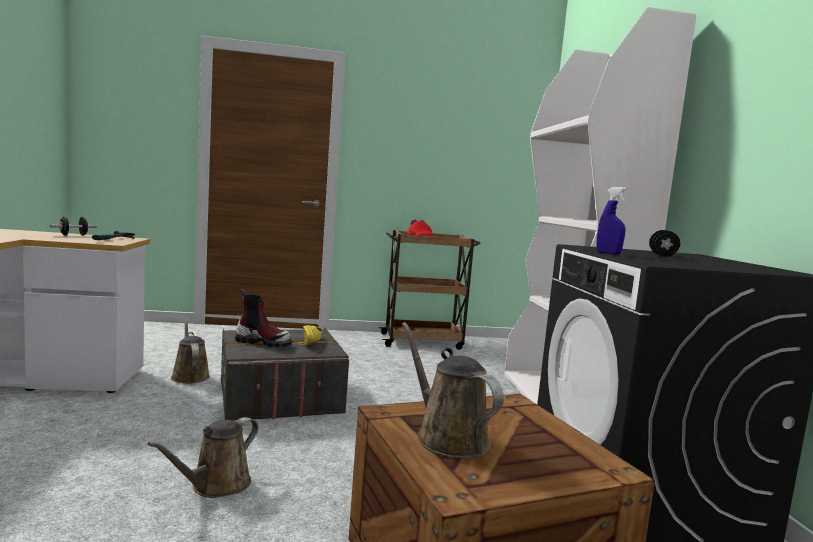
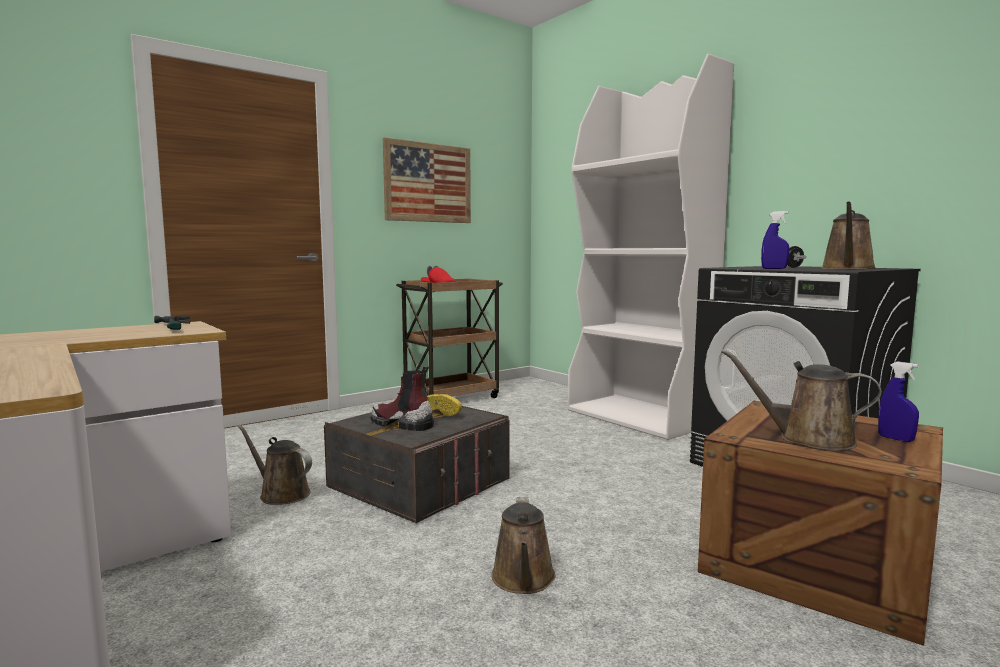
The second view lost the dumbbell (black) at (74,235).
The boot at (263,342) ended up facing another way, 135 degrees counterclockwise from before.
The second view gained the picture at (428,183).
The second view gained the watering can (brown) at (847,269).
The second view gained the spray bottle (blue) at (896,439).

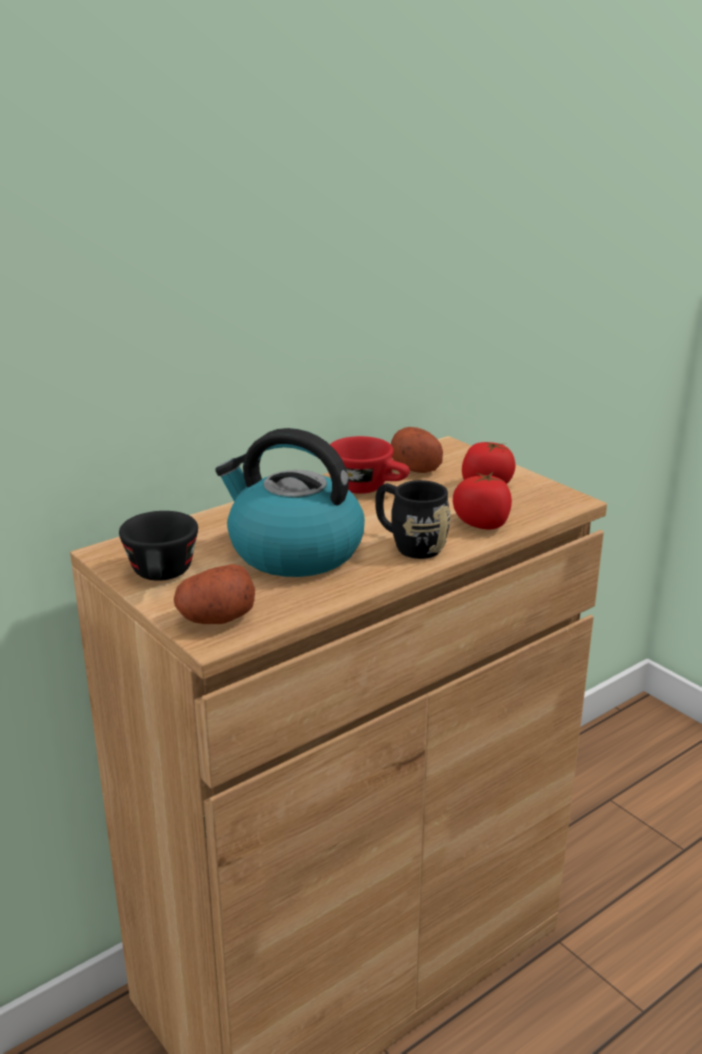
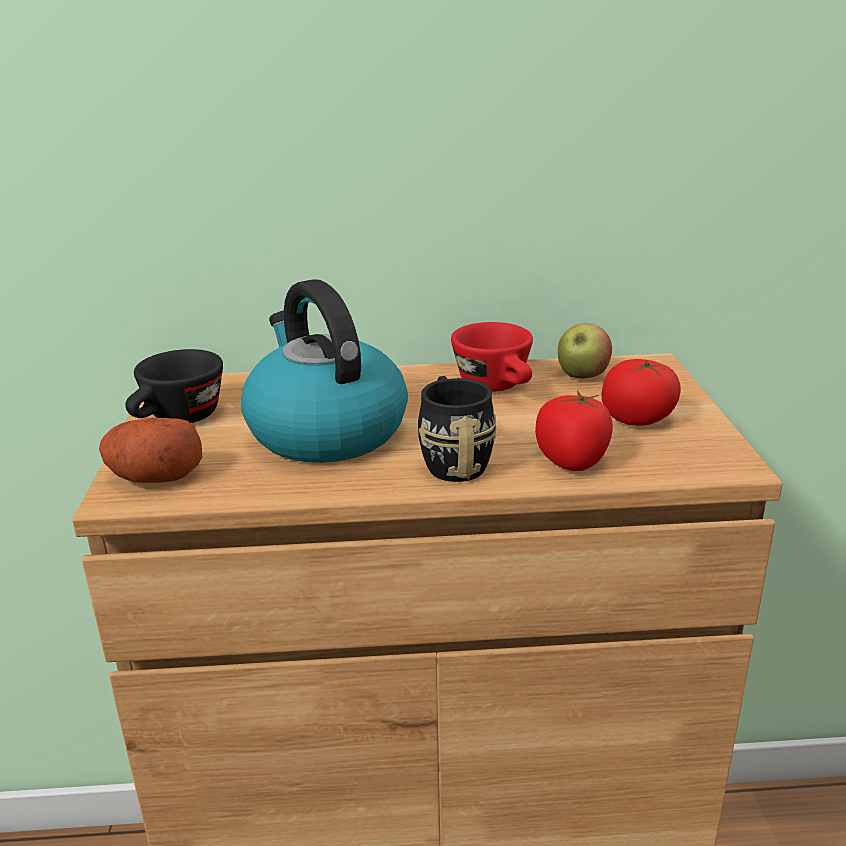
Where the potato stood at (414,466), the apple came to stand at (582,376).

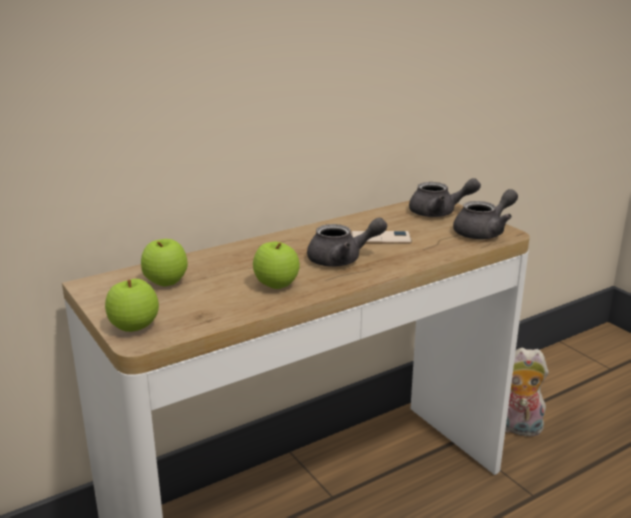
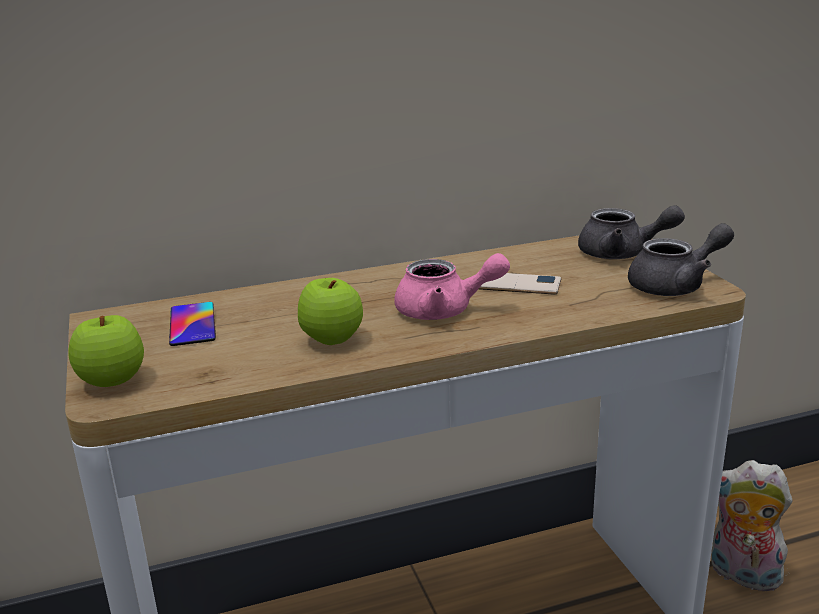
Where the apple stood at (166,283), the phone came to stand at (192,324).
What was the teapot (grey) at (342,259) turned into the teapot (pink) at (444,311).

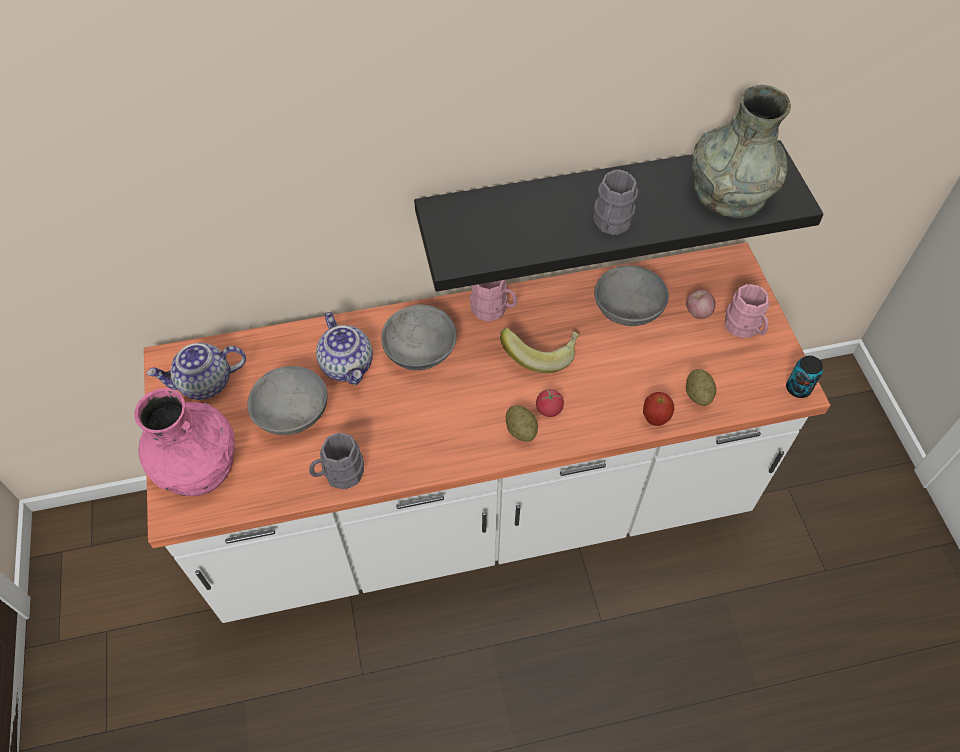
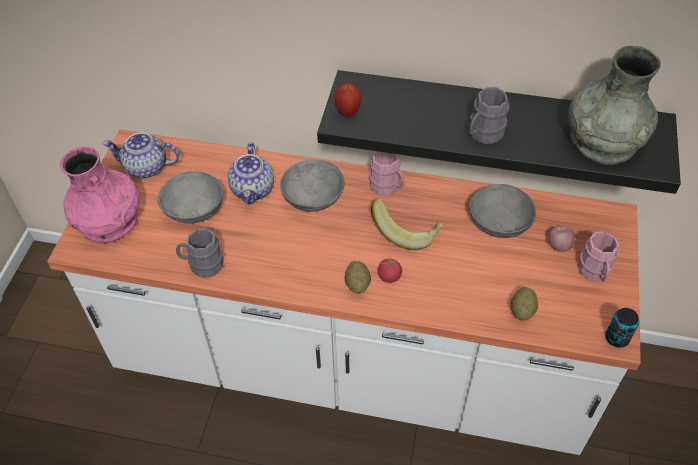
The apple ended up elsewhere, having gone from (655,419) to (348,113).

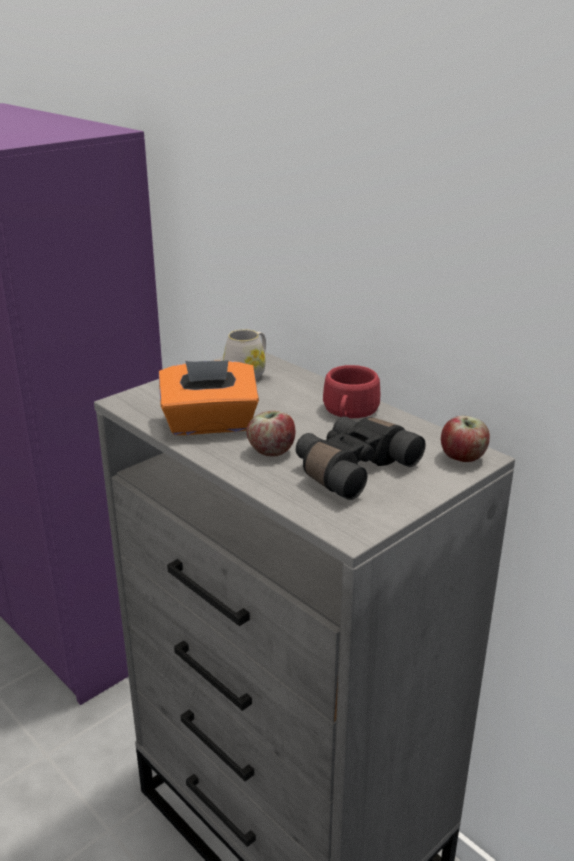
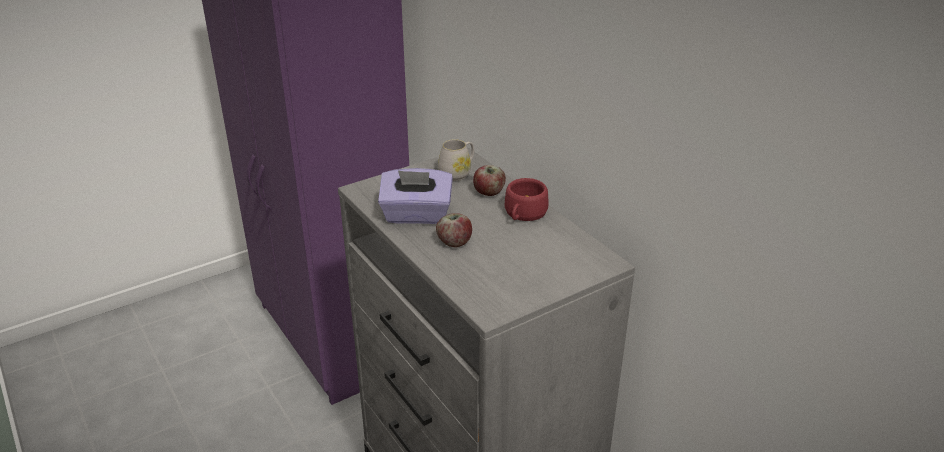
What was the tissue box (orange) at (210,424) turned into the tissue box (purple) at (416,215).
The second view lost the binoculars (black) at (352,468).
The apple ended up elsewhere, having gone from (463,458) to (489,193).

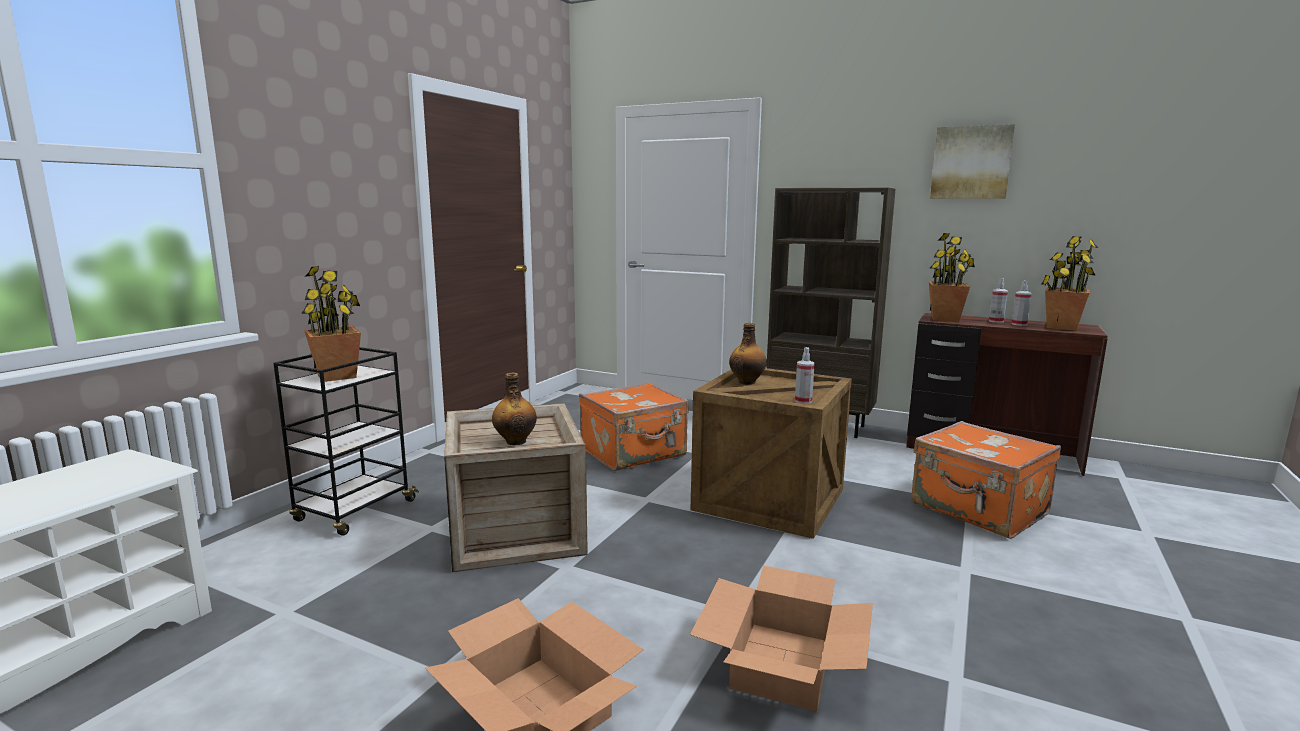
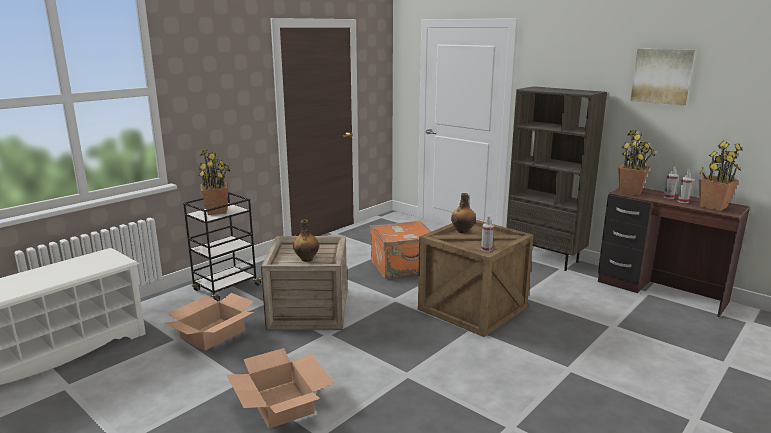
The cardboard box ended up elsewhere, having gone from (781,664) to (212,334).
The second view lost the suitcase (orange) at (978,510).

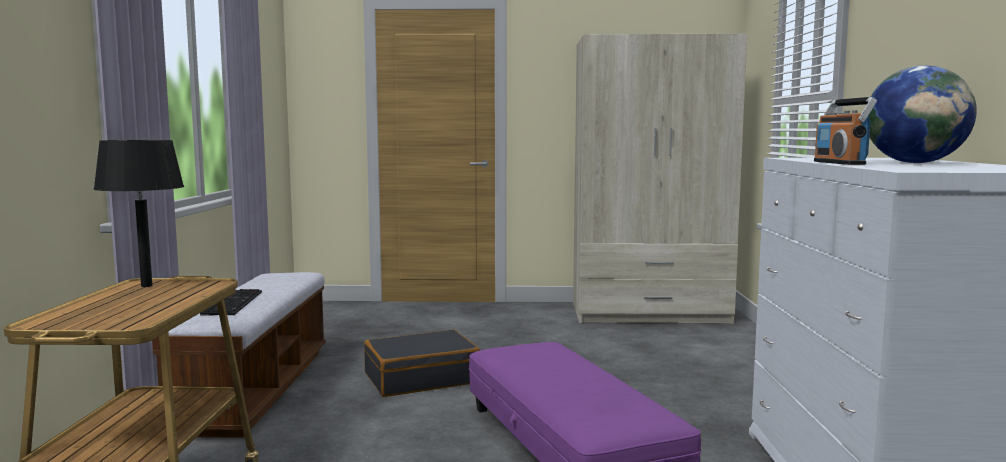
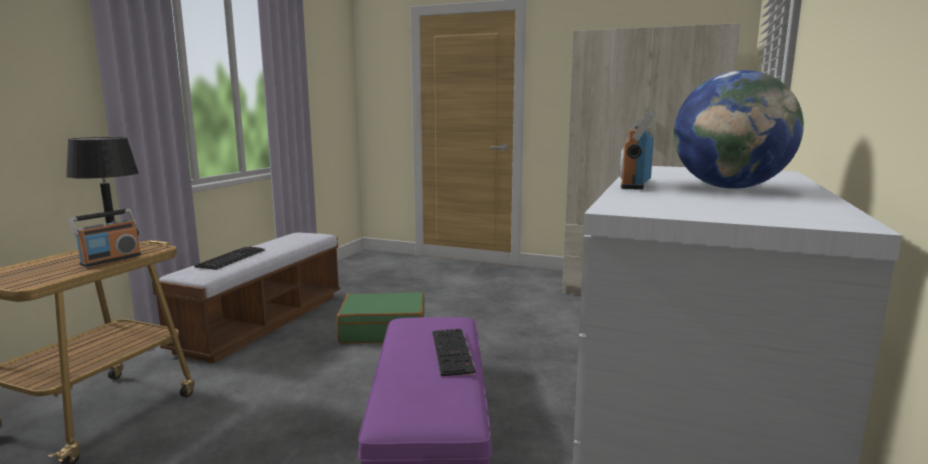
What was the suitcase (black) at (421,378) turned into the suitcase (green) at (383,330).
The second view gained the radio at (110,259).
The second view gained the keyboard at (453,352).

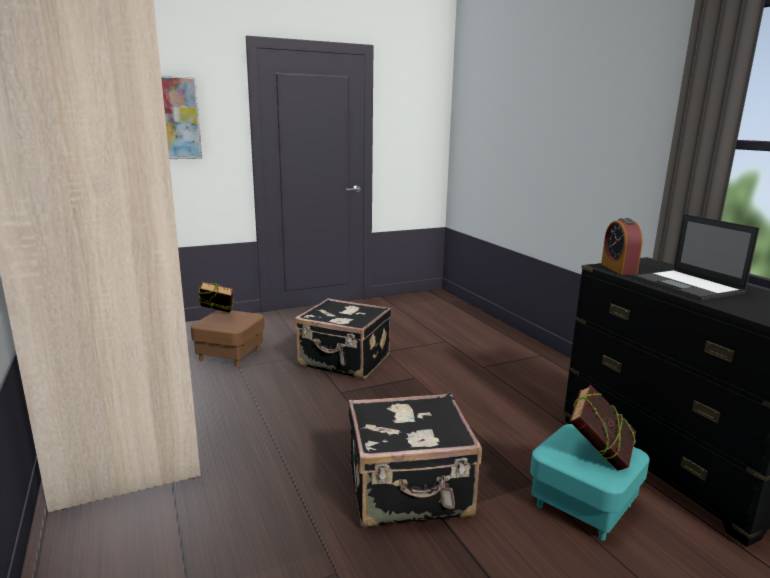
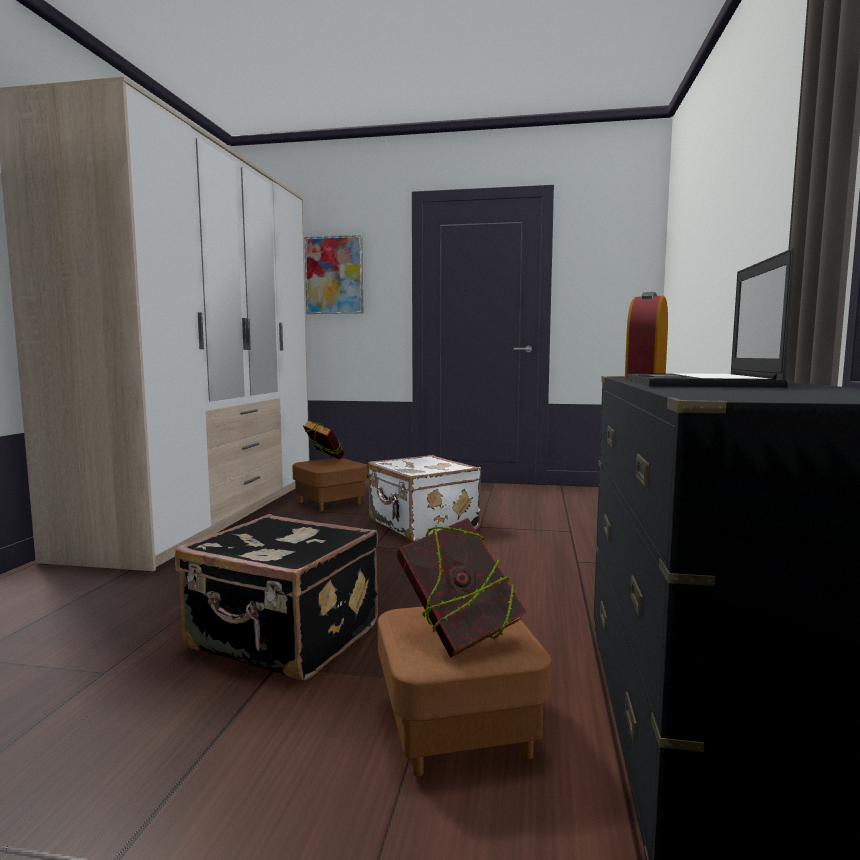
What was the suitcase (black) at (344,361) turned into the suitcase (white) at (422,526).
What was the ottoman (turquoise) at (583,505) turned into the ottoman (brown) at (458,728).

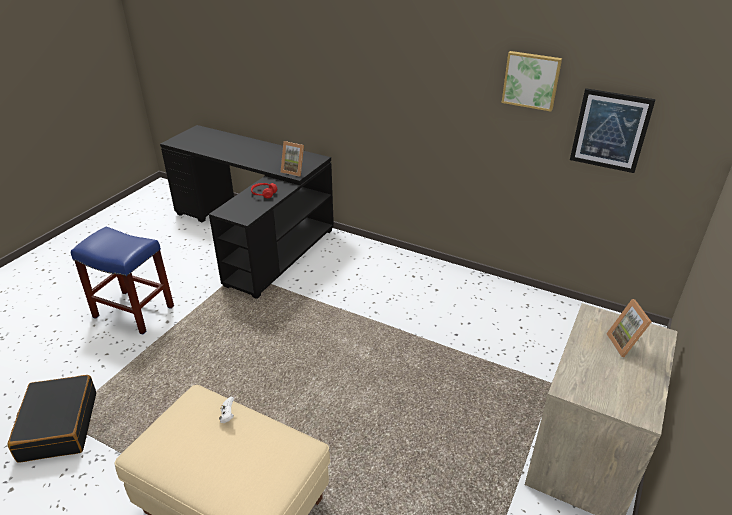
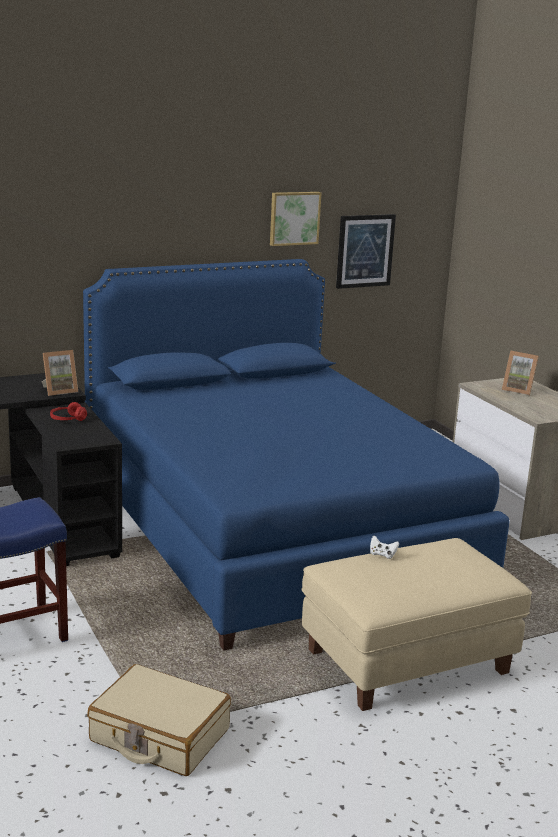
What was the suitcase (black) at (58,426) turned into the suitcase (beige) at (159,735).
The second view gained the bed (blue) at (272,530).

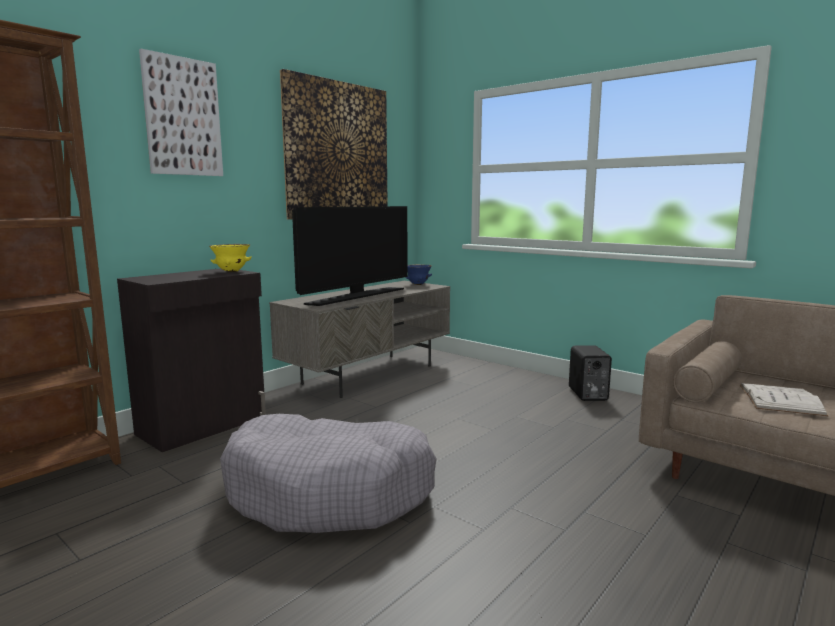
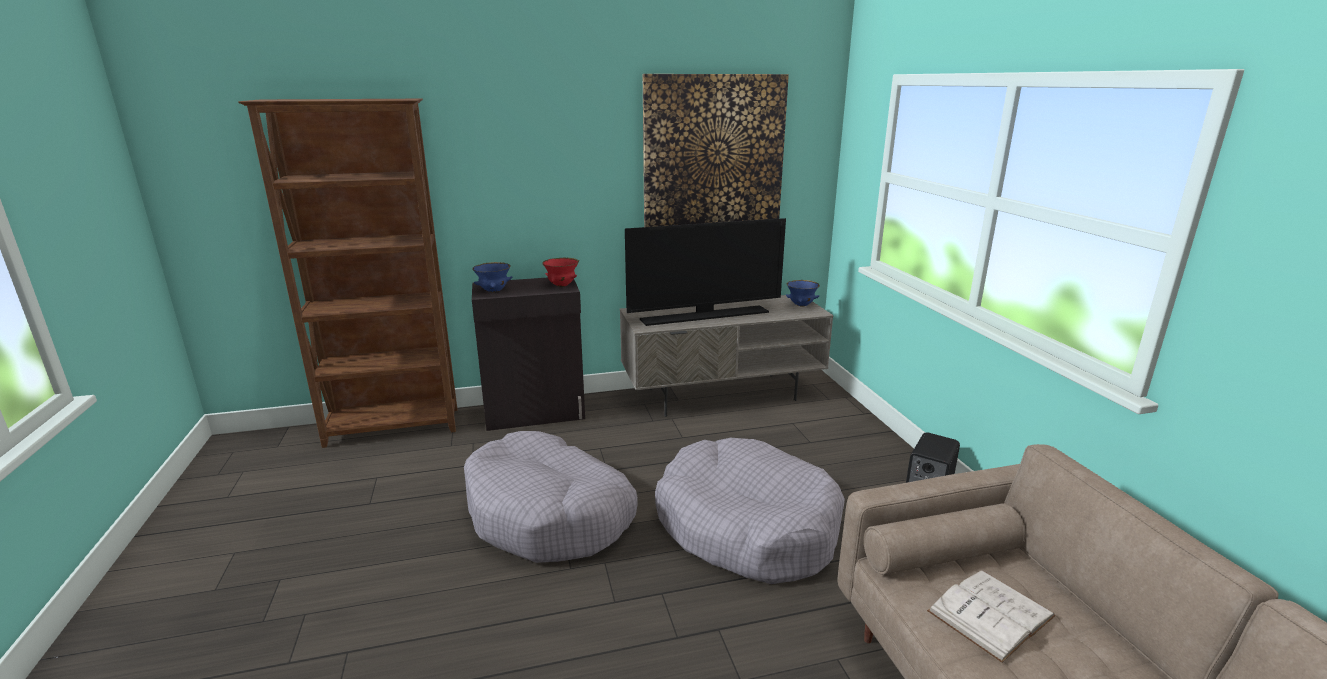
The second view lost the picture at (183,117).
What was the bowl (yellow) at (232,271) turned into the bowl (red) at (562,285).
The second view gained the bowl (blue) at (494,291).
The second view gained the dog bed (grey) at (746,526).

